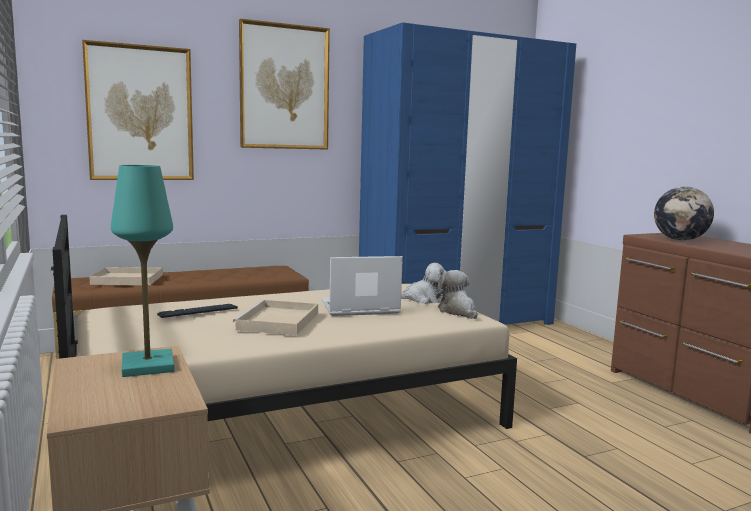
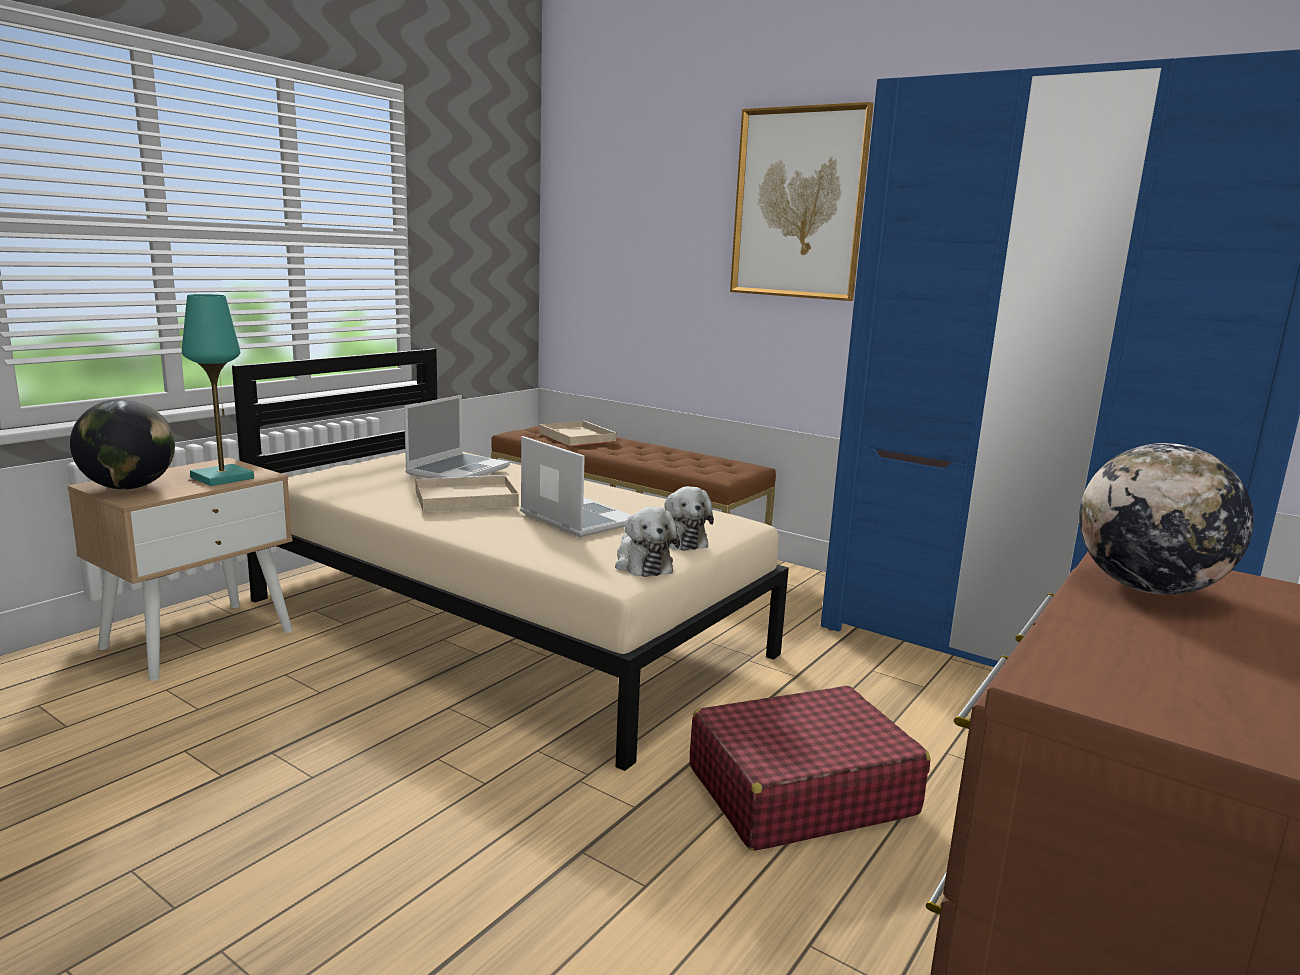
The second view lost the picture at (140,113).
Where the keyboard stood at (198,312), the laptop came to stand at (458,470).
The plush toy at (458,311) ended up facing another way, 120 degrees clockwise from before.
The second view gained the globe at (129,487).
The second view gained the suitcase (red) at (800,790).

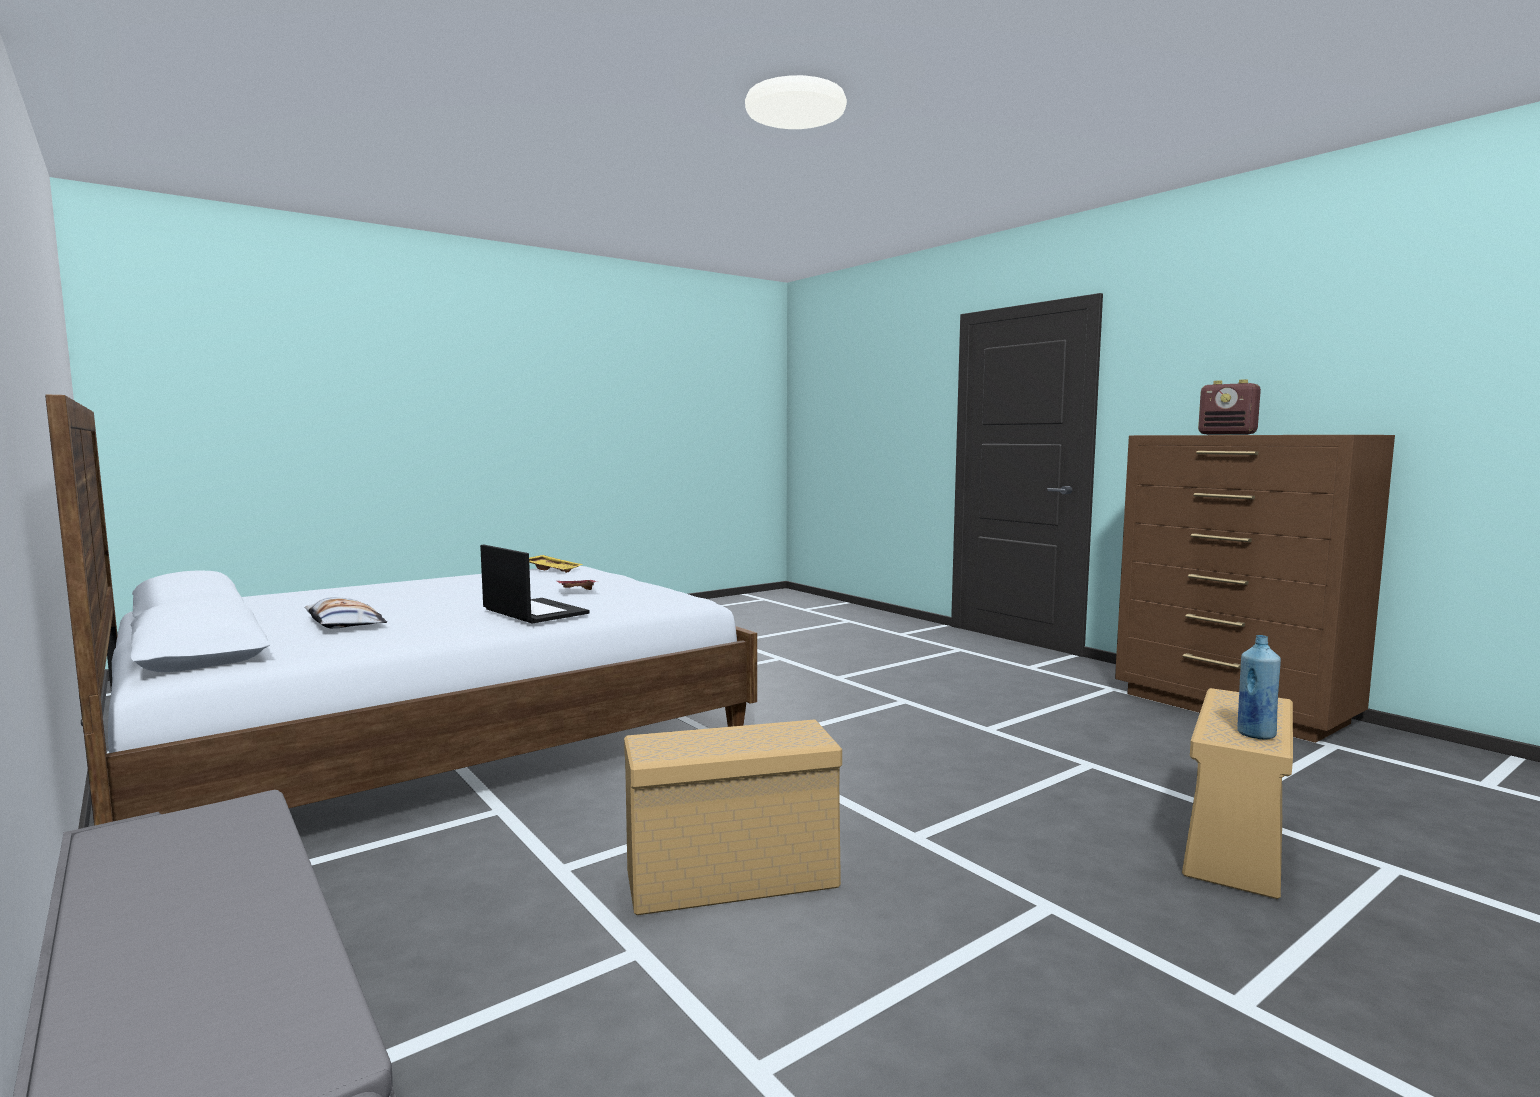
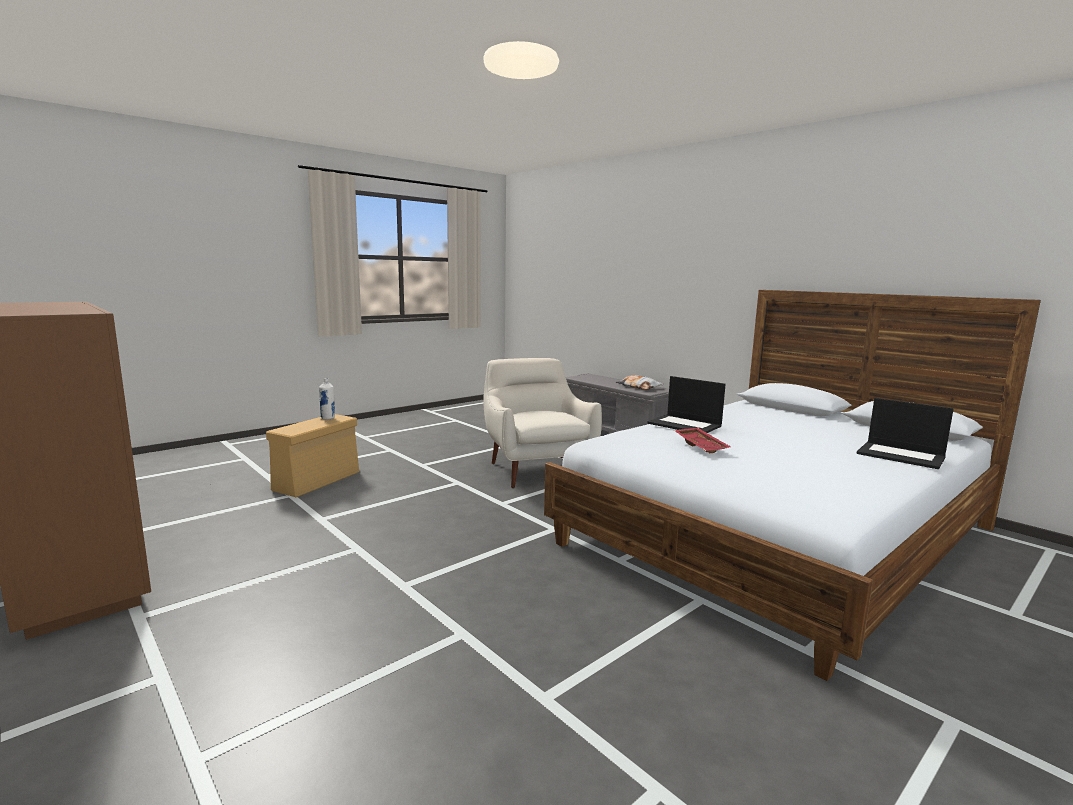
The pillow ended up elsewhere, having gone from (344,624) to (639,387).
The second view lost the tray (yellow) at (553,569).
Where the storage box (beige) stood at (729,880), the armchair (white) came to stand at (537,469).
The second view lost the radio at (1227,434).
What was the bottle (blue) at (1255,734) turned into the bottle (white) at (328,418).
The second view gained the laptop at (902,455).

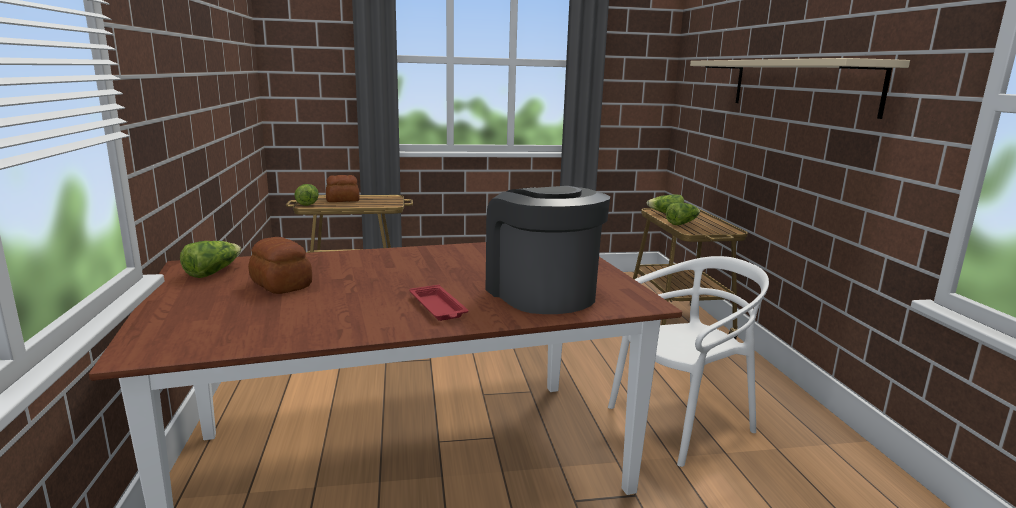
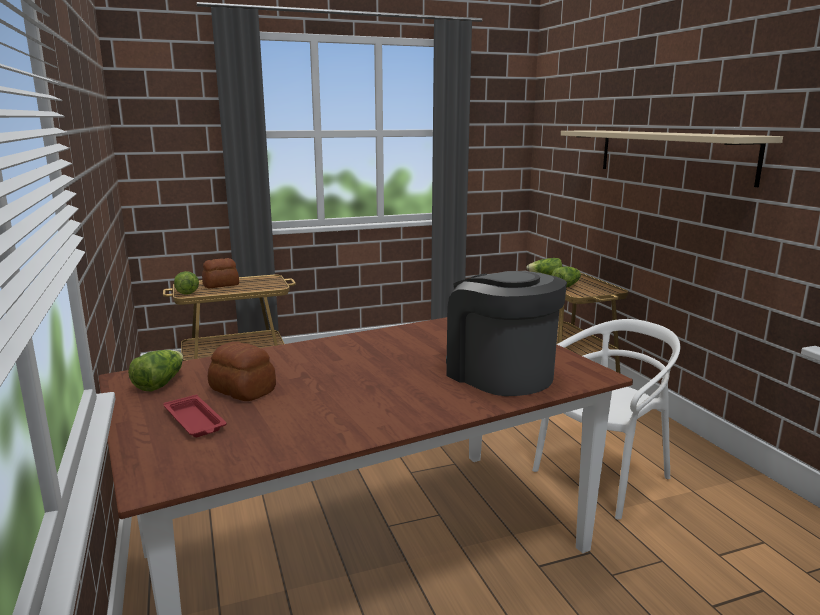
The tray (red) ended up elsewhere, having gone from (438,308) to (195,421).

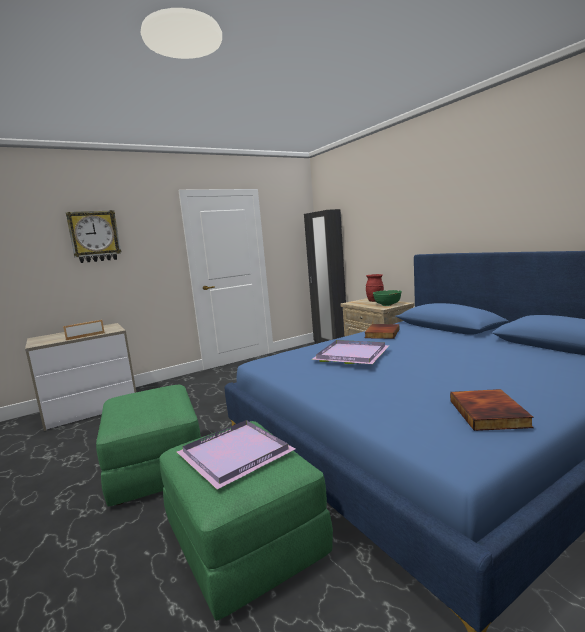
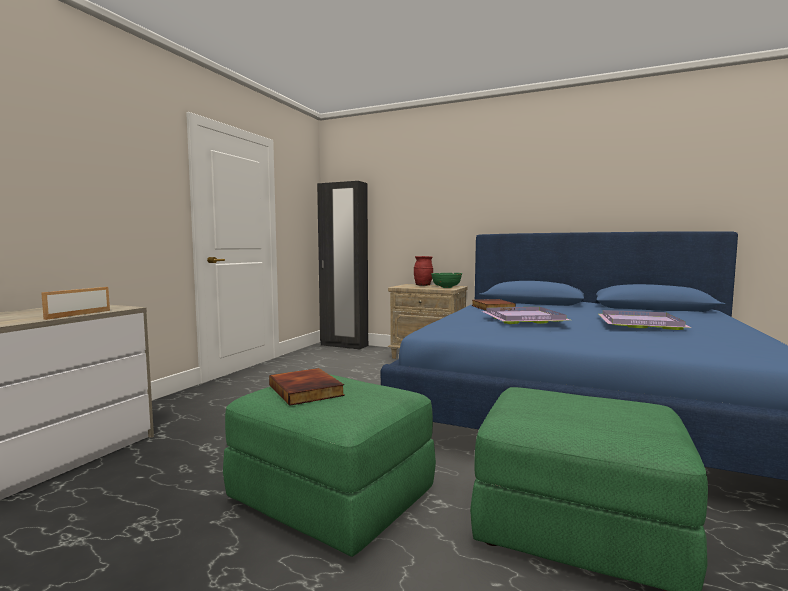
The second view lost the wall clock at (94,236).
The tray (purple) ended up elsewhere, having gone from (236,453) to (638,323).
The book ended up elsewhere, having gone from (490,413) to (307,390).

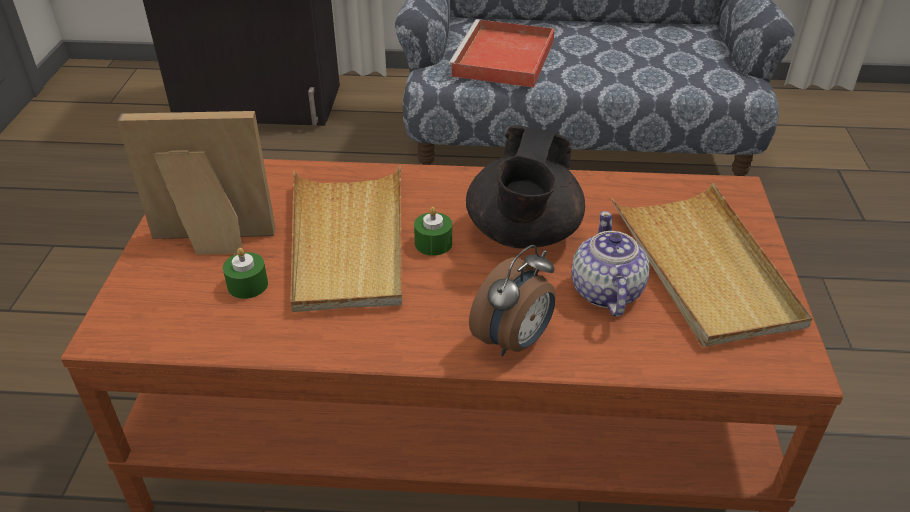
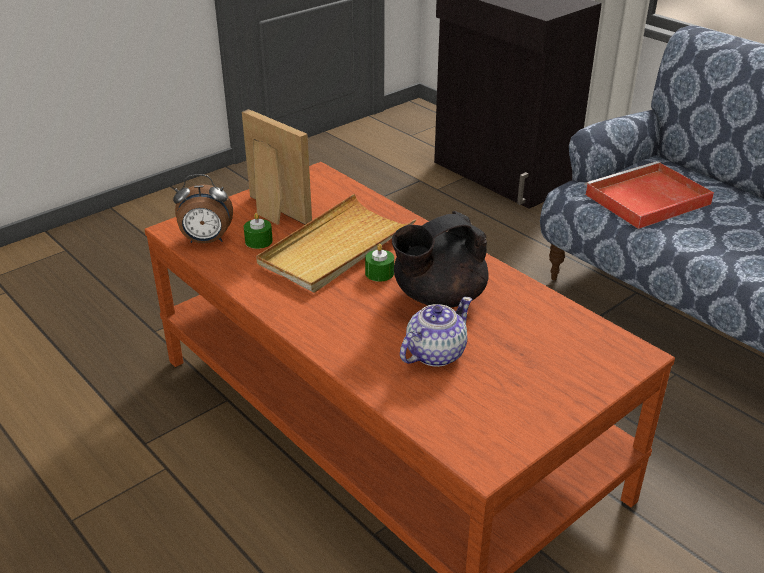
The alarm clock ended up elsewhere, having gone from (514,341) to (206,241).
The second view lost the tray (beige) at (703,267).

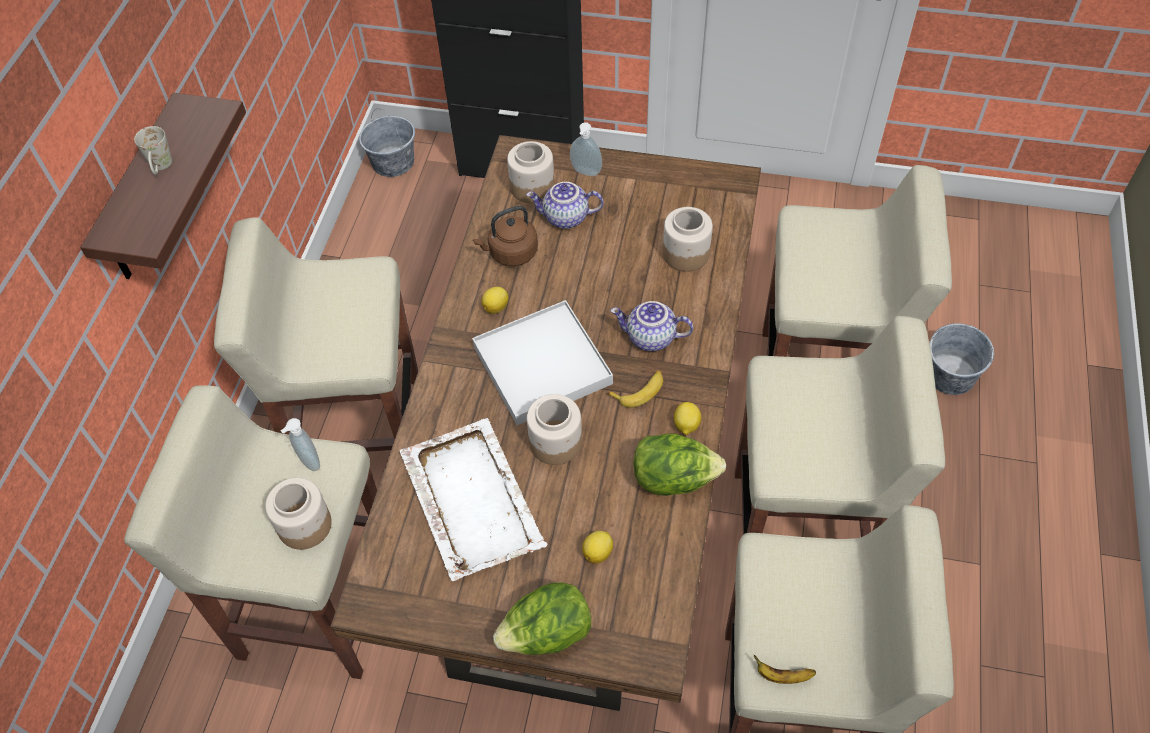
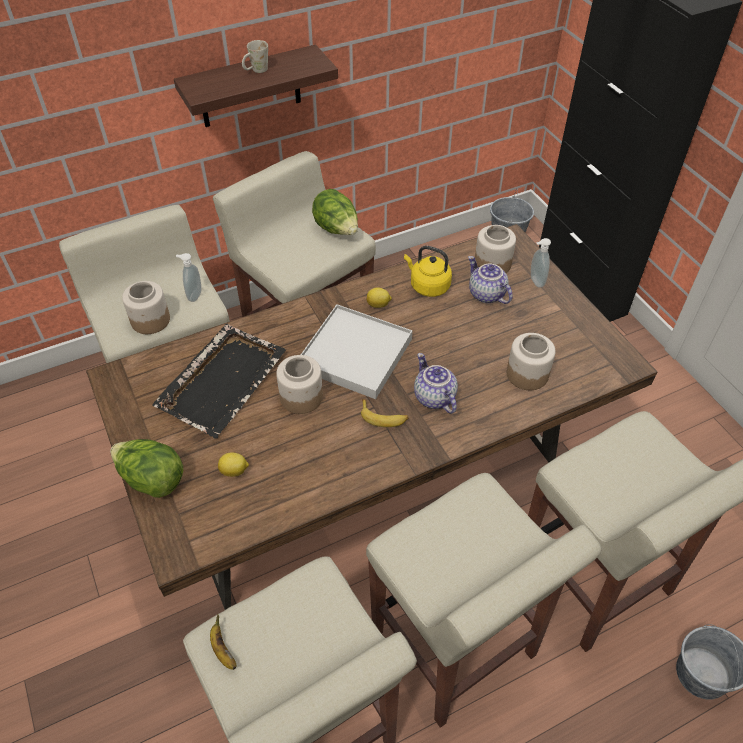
What was the tray (white) at (471,499) turned into the tray (black) at (223,380).
What was the kettle (brown) at (510,253) turned into the kettle (yellow) at (428,286).
The lettuce ended up elsewhere, having gone from (674,479) to (337,229).
The second view lost the lemon at (686,425).

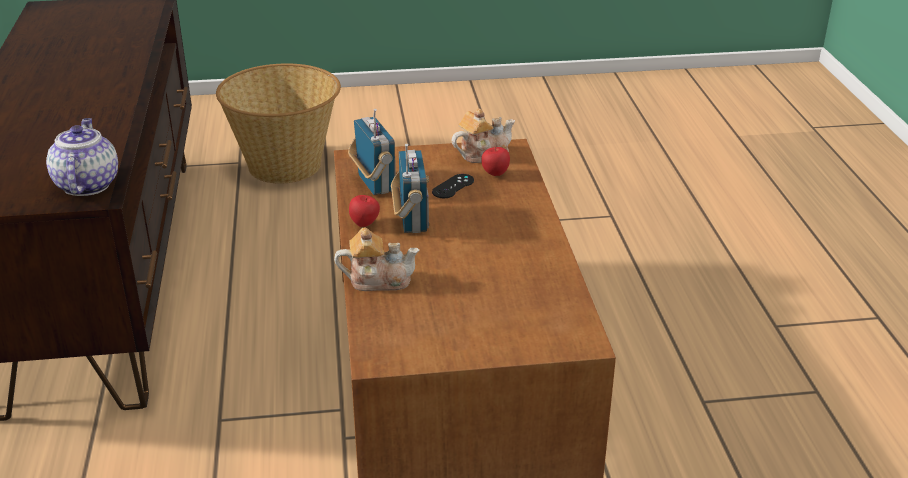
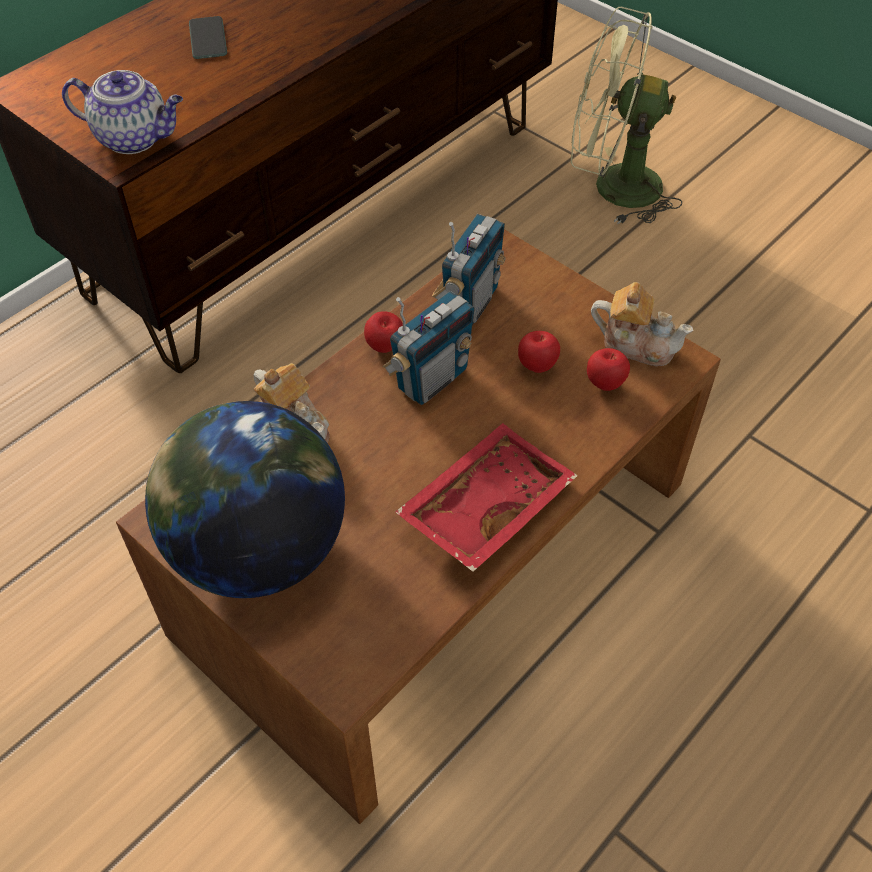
The teapot at (86,184) ended up facing another way, 60 degrees clockwise from before.
Where the basket stood at (286,165), the fan (green) came to stand at (612,187).
Where the game controller (black) stood at (453,186), the apple came to stand at (537,366).
The second view gained the globe at (258,549).
The second view gained the phone at (208,39).
The second view gained the tray (red) at (484,505).

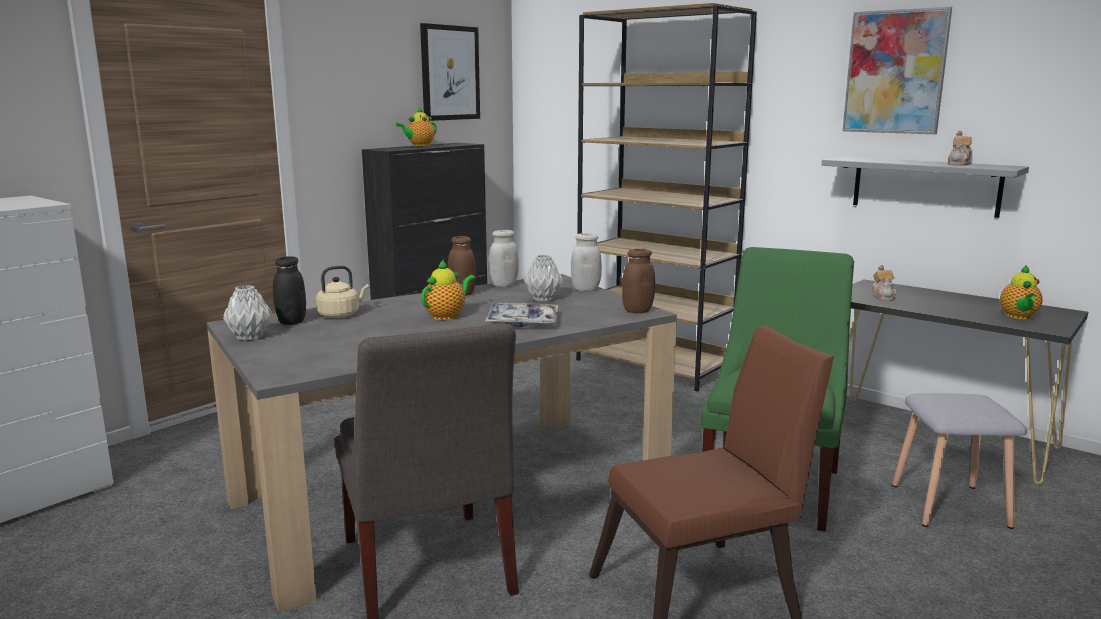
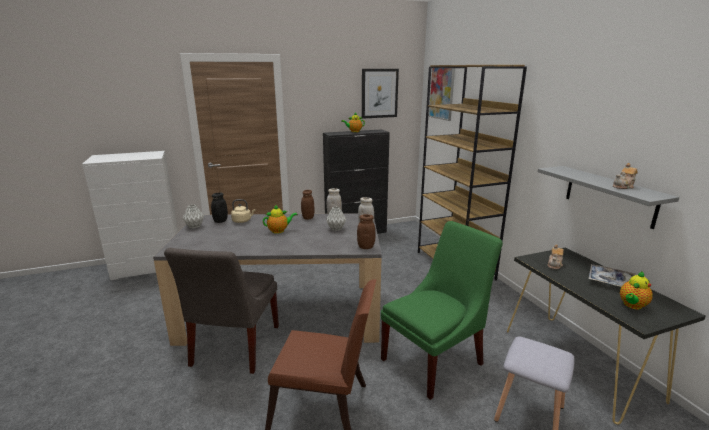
The tray ended up elsewhere, having gone from (522,322) to (610,281).
The picture ended up elsewhere, having gone from (895,72) to (441,93).

